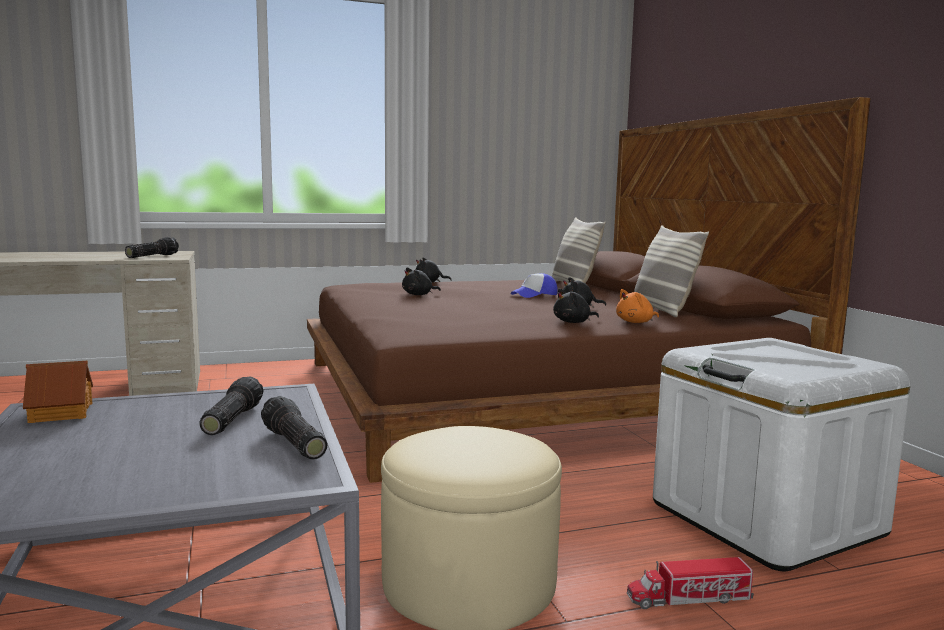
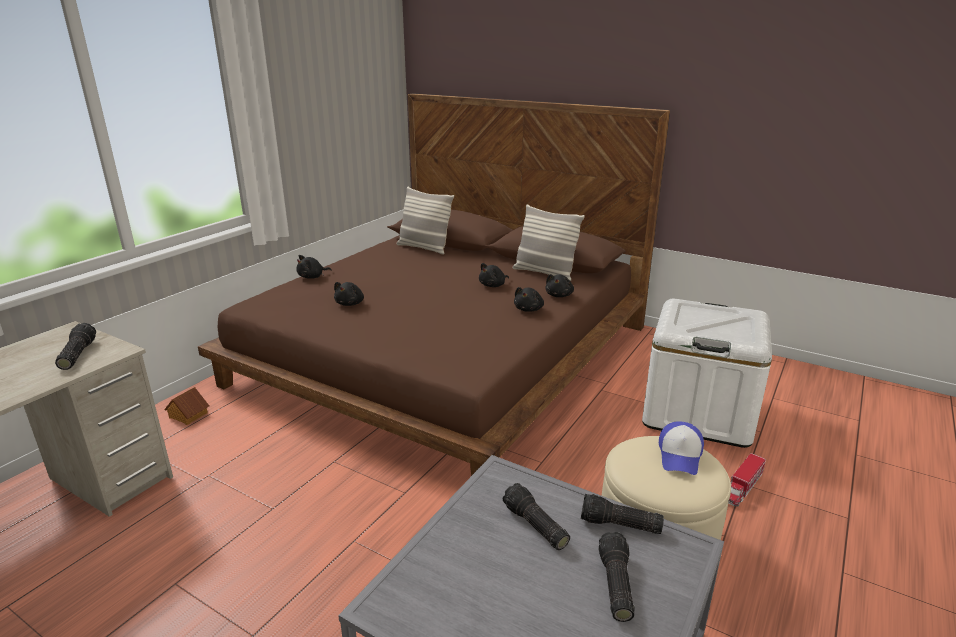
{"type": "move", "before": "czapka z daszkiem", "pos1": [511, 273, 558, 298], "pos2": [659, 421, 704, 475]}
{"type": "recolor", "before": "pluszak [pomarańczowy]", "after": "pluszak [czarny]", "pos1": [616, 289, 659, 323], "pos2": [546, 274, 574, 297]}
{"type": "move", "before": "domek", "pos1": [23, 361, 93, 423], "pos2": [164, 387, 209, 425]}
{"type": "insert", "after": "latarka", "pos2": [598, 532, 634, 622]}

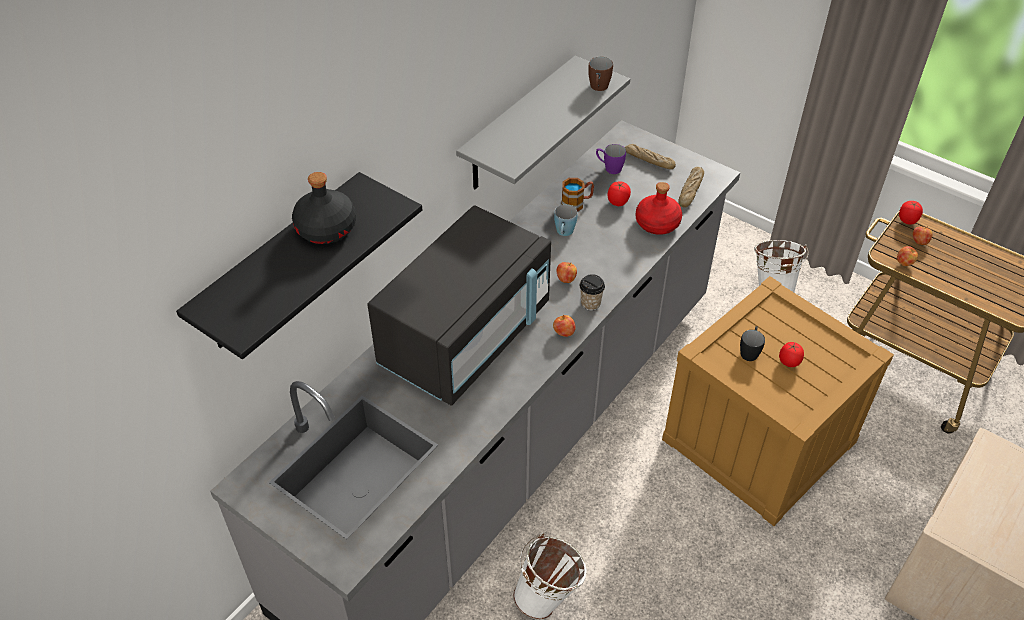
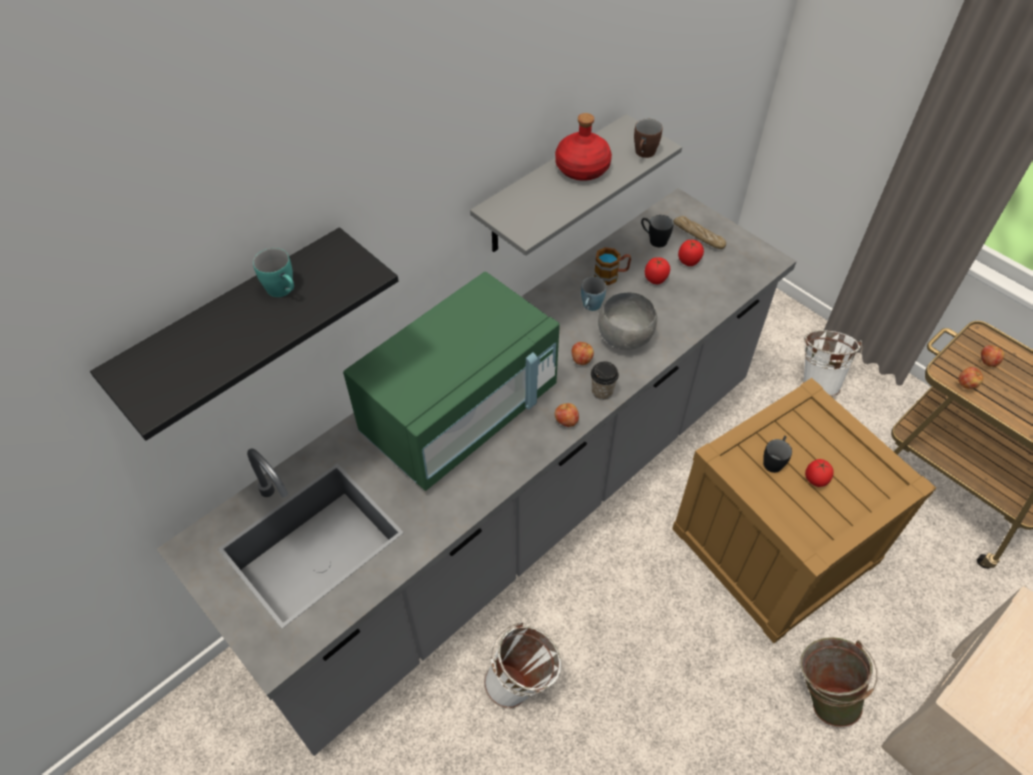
{"type": "recolor", "before": "kubek [fioletowy]", "after": "kubek [czarny]", "pos1": [596, 144, 626, 174], "pos2": [641, 215, 673, 247]}
{"type": "delete", "before": "chleb", "pos1": [679, 167, 704, 208]}
{"type": "replace", "before": "butelka [czarny]", "after": "kubek [turkusowy]", "pos1": [292, 172, 356, 244], "pos2": [253, 248, 294, 297]}
{"type": "move", "before": "butelka [czerwony]", "pos1": [636, 182, 682, 235], "pos2": [555, 113, 612, 181]}
{"type": "move", "before": "pomidor", "pos1": [899, 201, 923, 225], "pos2": [678, 240, 704, 266]}
{"type": "recolor", "before": "mikrofalówka [czarny]", "after": "mikrofalówka [zielony]", "pos1": [367, 205, 551, 406], "pos2": [343, 272, 560, 491]}
{"type": "insert", "after": "miska [szary]", "pos2": [598, 292, 657, 350]}
{"type": "insert", "after": "wiadro [zielony]", "pos2": [800, 637, 877, 728]}

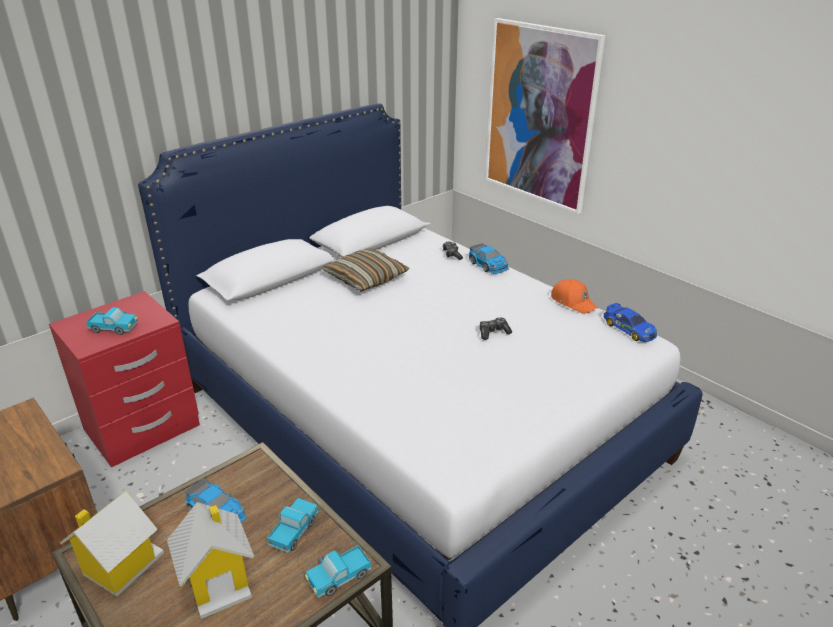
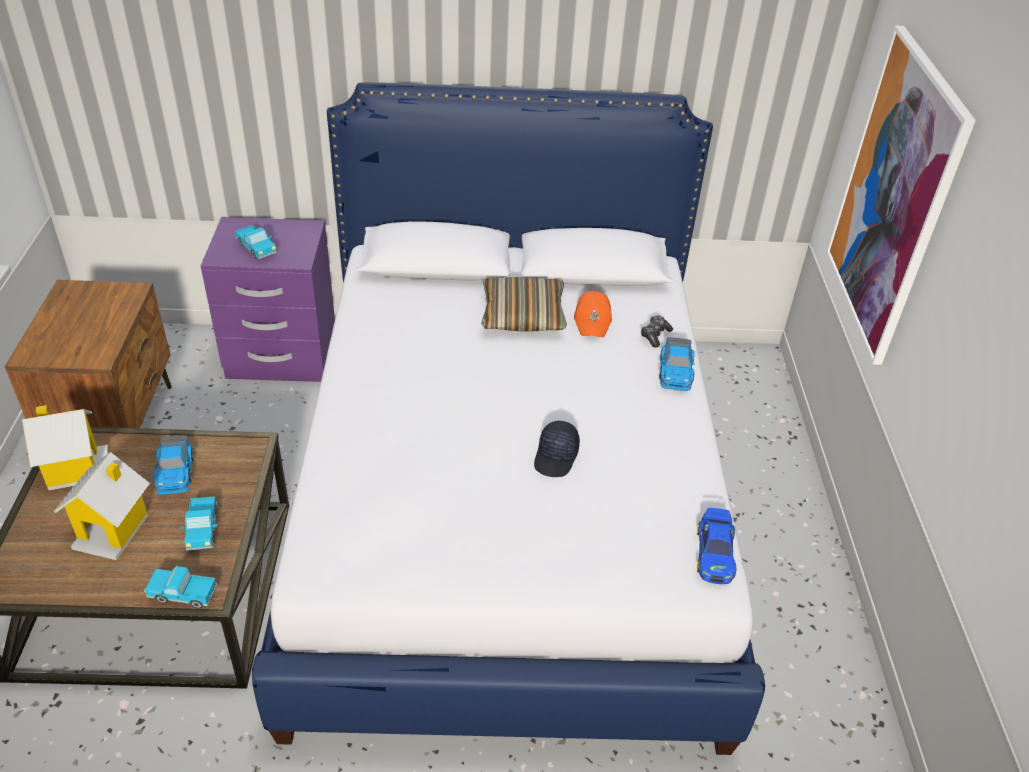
{"type": "move", "before": "czapka z daszkiem [pomarańczowy]", "pos1": [551, 279, 597, 314], "pos2": [574, 291, 612, 337]}
{"type": "recolor", "before": "szafka nocna [czerwony]", "after": "szafka nocna [fioletowy]", "pos1": [49, 291, 200, 467], "pos2": [201, 217, 335, 382]}
{"type": "replace", "before": "pad do gier", "after": "czapka z daszkiem [czarny]", "pos1": [480, 318, 512, 340], "pos2": [534, 420, 580, 477]}
{"type": "rotate", "before": "ciężarówka zabawkowa", "pos1": [267, 498, 319, 553], "pos2": [180, 496, 218, 550], "turn": 105}

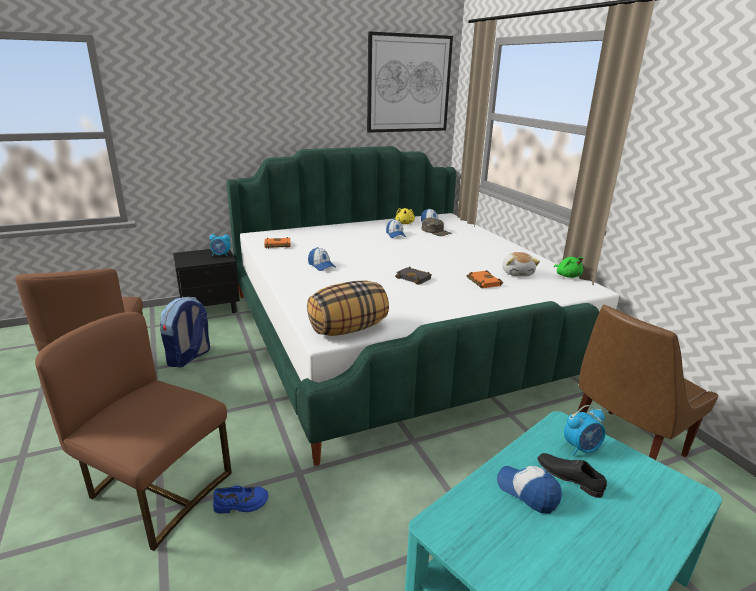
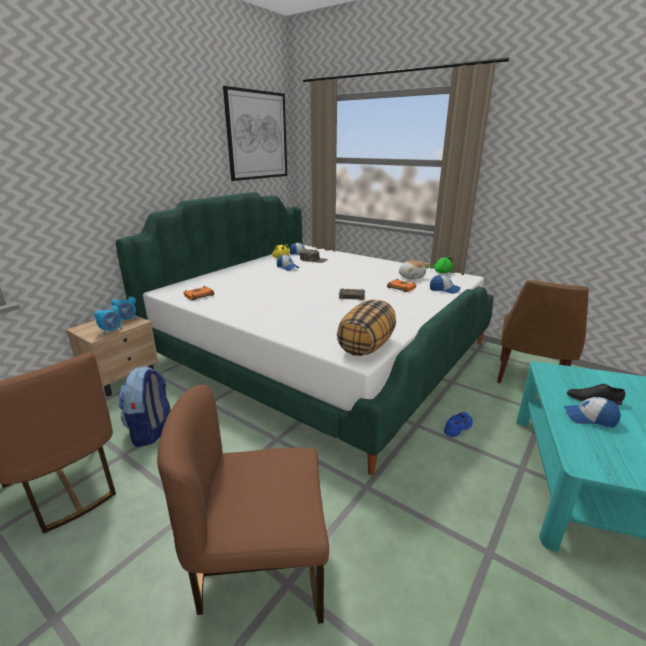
{"type": "move", "before": "czapka z daszkiem", "pos1": [308, 247, 336, 271], "pos2": [430, 275, 461, 294]}
{"type": "recolor", "before": "szafka nocna [czarny]", "after": "szafka nocna [beżowy]", "pos1": [173, 249, 240, 313], "pos2": [66, 315, 159, 396]}
{"type": "move", "before": "budzik", "pos1": [564, 405, 605, 456], "pos2": [94, 304, 122, 335]}
{"type": "move", "before": "but [niebieski]", "pos1": [213, 486, 268, 514], "pos2": [444, 412, 473, 437]}

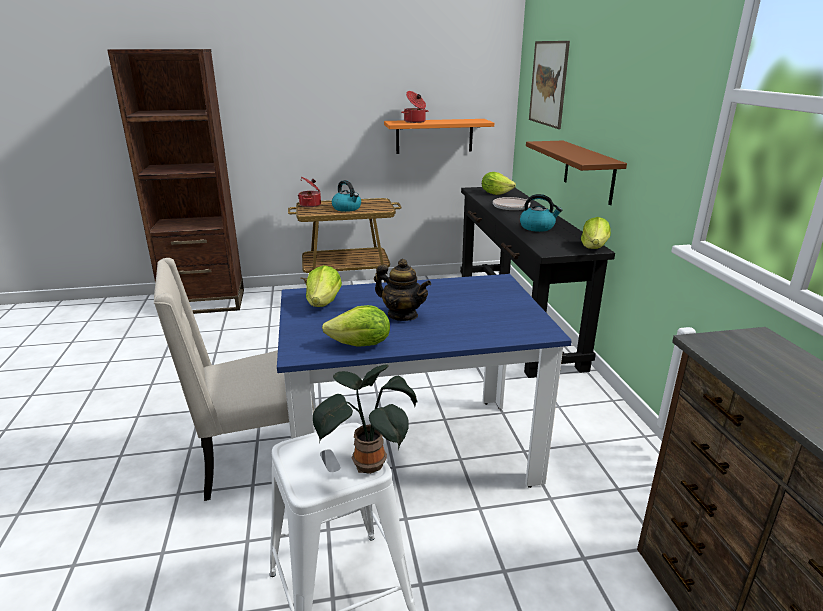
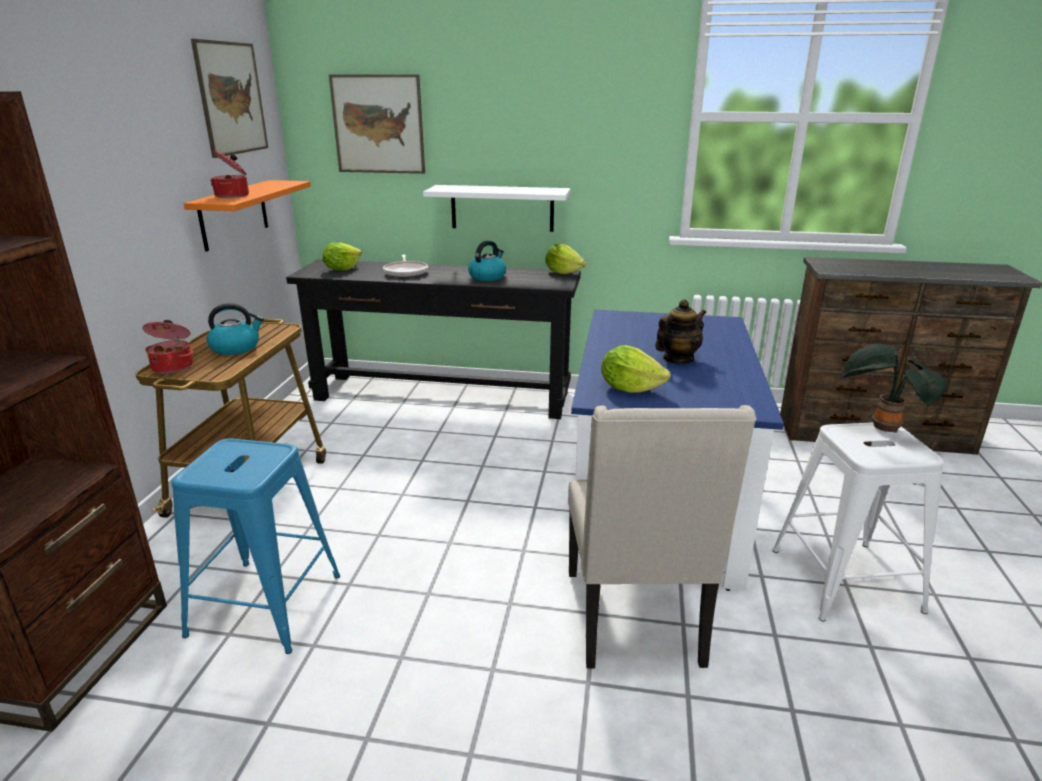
{"type": "recolor", "before": "półka [brązowy]", "after": "półka [biały]", "pos1": [526, 141, 627, 205], "pos2": [423, 185, 571, 232]}
{"type": "delete", "before": "sałata", "pos1": [322, 305, 390, 347]}
{"type": "insert", "after": "obraz", "pos2": [191, 39, 268, 158]}
{"type": "insert", "after": "stołek [niebieski]", "pos2": [171, 439, 340, 654]}

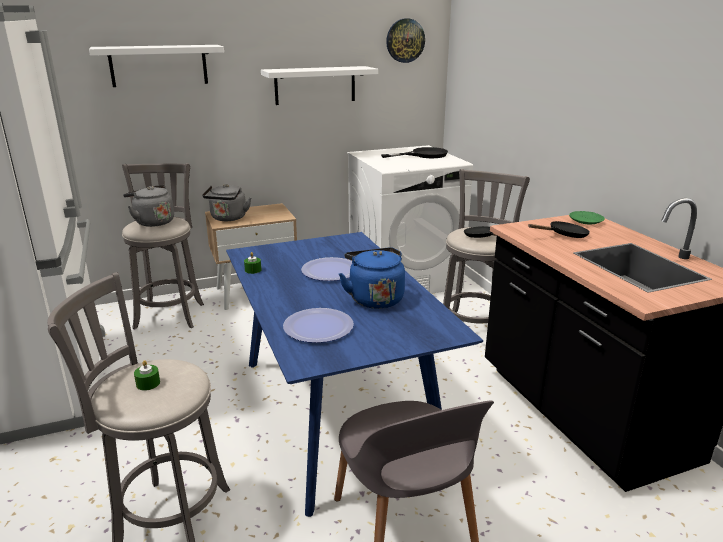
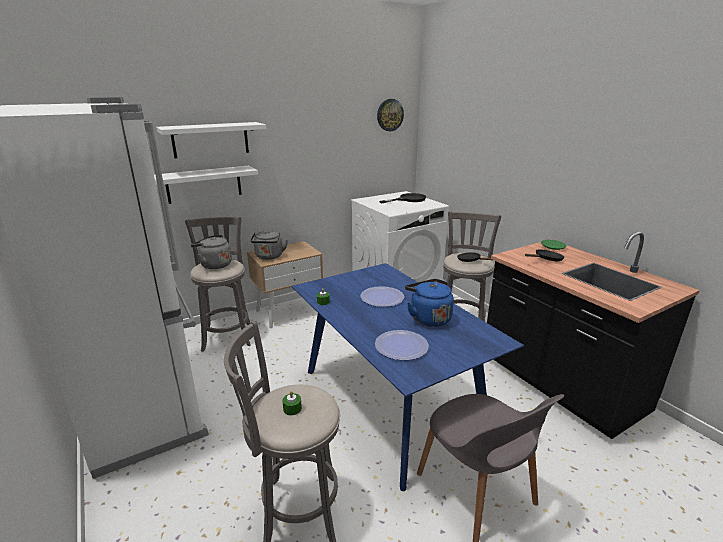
{"type": "move", "before": "półka [biały]", "pos1": [261, 66, 378, 105], "pos2": [154, 166, 258, 204]}

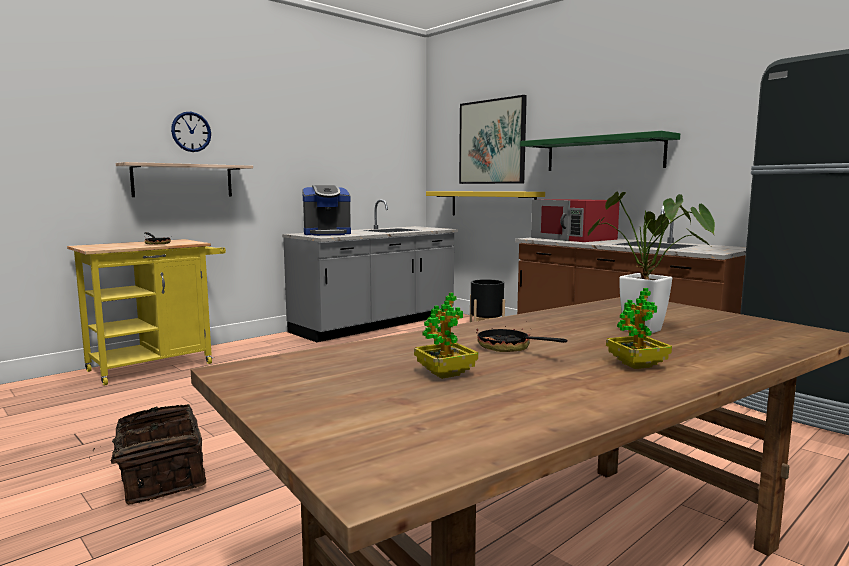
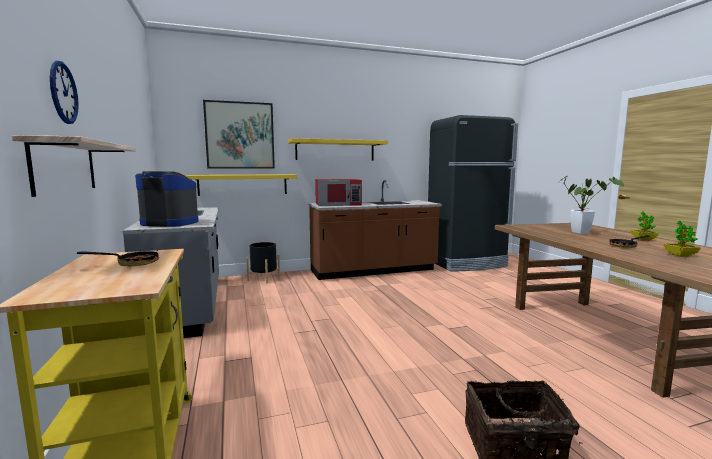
{"type": "recolor", "before": "półka [zielony]", "after": "półka [żółty]", "pos1": [520, 131, 680, 171], "pos2": [288, 138, 388, 160]}
{"type": "rotate", "before": "ekspres do kawy", "pos1": [302, 185, 351, 236], "pos2": [135, 171, 199, 227], "turn": -90}

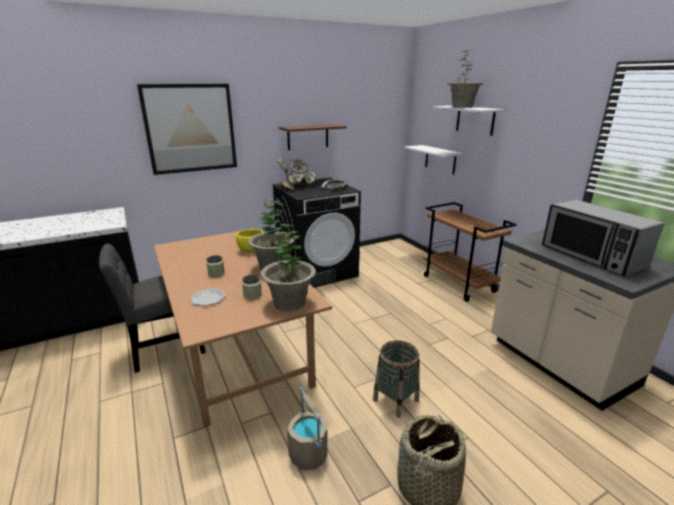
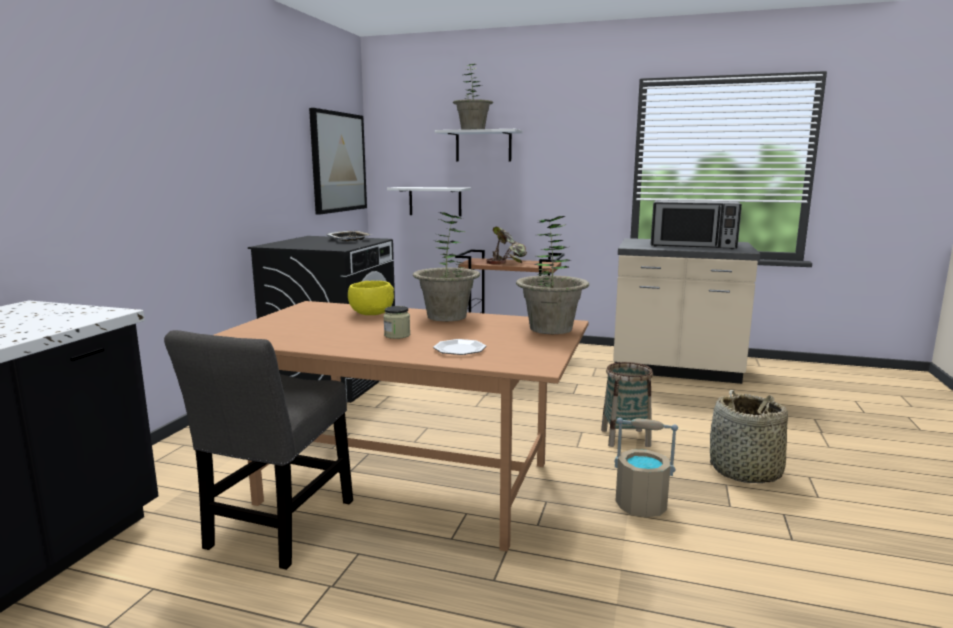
{"type": "move", "before": "obraz", "pos1": [137, 84, 237, 175], "pos2": [309, 108, 367, 214]}
{"type": "delete", "before": "półka [brązowy]", "pos1": [279, 124, 347, 150]}
{"type": "move", "before": "roślina doniczkowa", "pos1": [277, 158, 316, 190], "pos2": [486, 227, 527, 265]}
{"type": "delete", "before": "słoik", "pos1": [242, 275, 262, 299]}

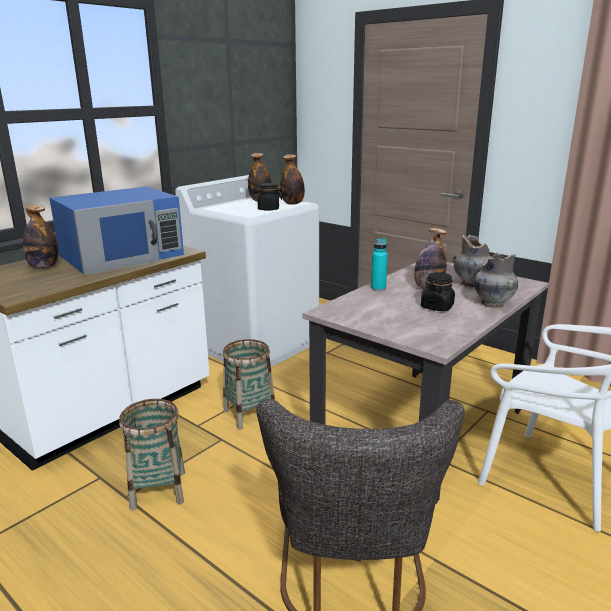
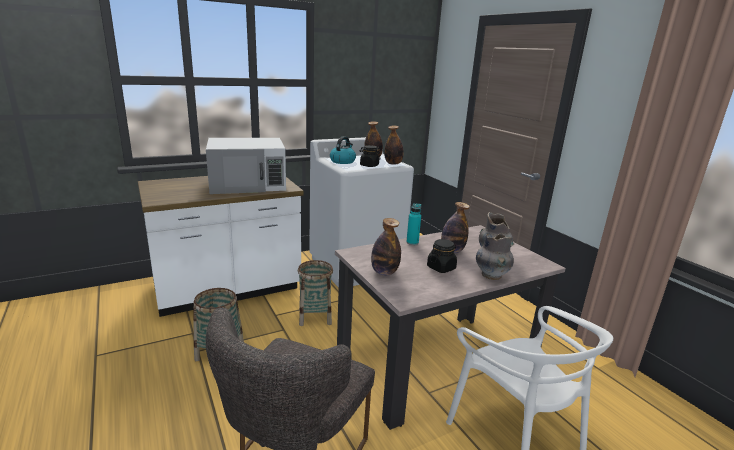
{"type": "recolor", "before": "mikrofalówka [niebieski]", "after": "mikrofalówka [biały]", "pos1": [49, 187, 184, 275], "pos2": [206, 138, 286, 194]}
{"type": "move", "before": "butelka", "pos1": [23, 205, 58, 269], "pos2": [371, 218, 401, 276]}
{"type": "insert", "after": "czajnik", "pos2": [330, 136, 356, 164]}

